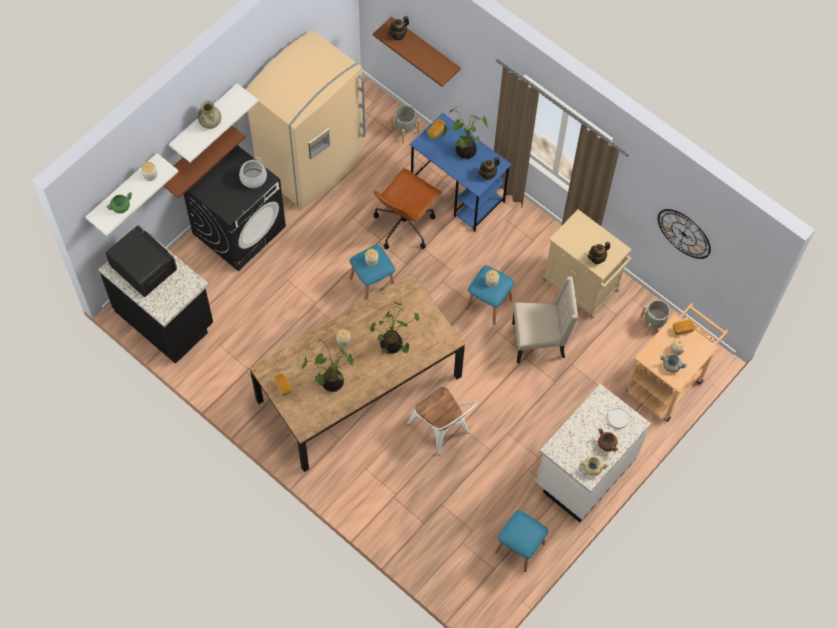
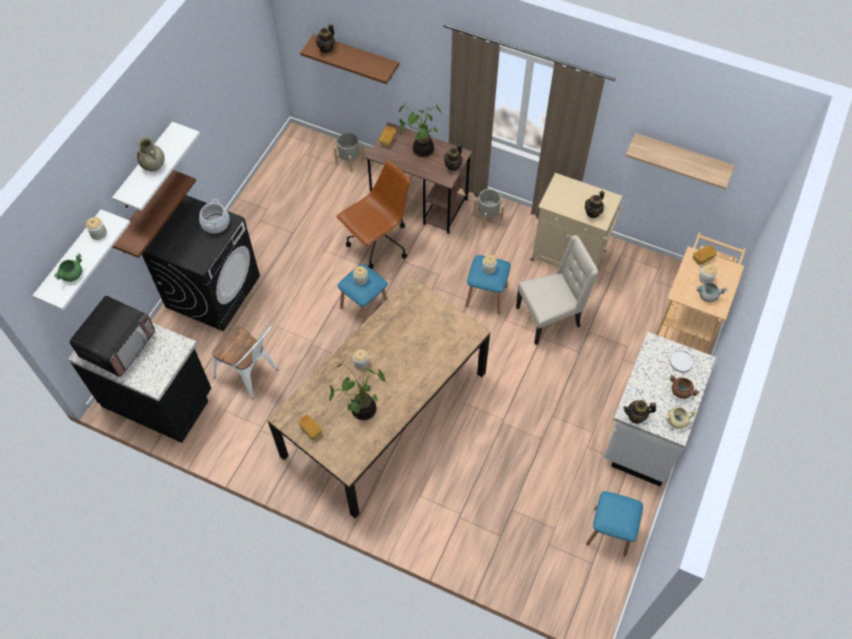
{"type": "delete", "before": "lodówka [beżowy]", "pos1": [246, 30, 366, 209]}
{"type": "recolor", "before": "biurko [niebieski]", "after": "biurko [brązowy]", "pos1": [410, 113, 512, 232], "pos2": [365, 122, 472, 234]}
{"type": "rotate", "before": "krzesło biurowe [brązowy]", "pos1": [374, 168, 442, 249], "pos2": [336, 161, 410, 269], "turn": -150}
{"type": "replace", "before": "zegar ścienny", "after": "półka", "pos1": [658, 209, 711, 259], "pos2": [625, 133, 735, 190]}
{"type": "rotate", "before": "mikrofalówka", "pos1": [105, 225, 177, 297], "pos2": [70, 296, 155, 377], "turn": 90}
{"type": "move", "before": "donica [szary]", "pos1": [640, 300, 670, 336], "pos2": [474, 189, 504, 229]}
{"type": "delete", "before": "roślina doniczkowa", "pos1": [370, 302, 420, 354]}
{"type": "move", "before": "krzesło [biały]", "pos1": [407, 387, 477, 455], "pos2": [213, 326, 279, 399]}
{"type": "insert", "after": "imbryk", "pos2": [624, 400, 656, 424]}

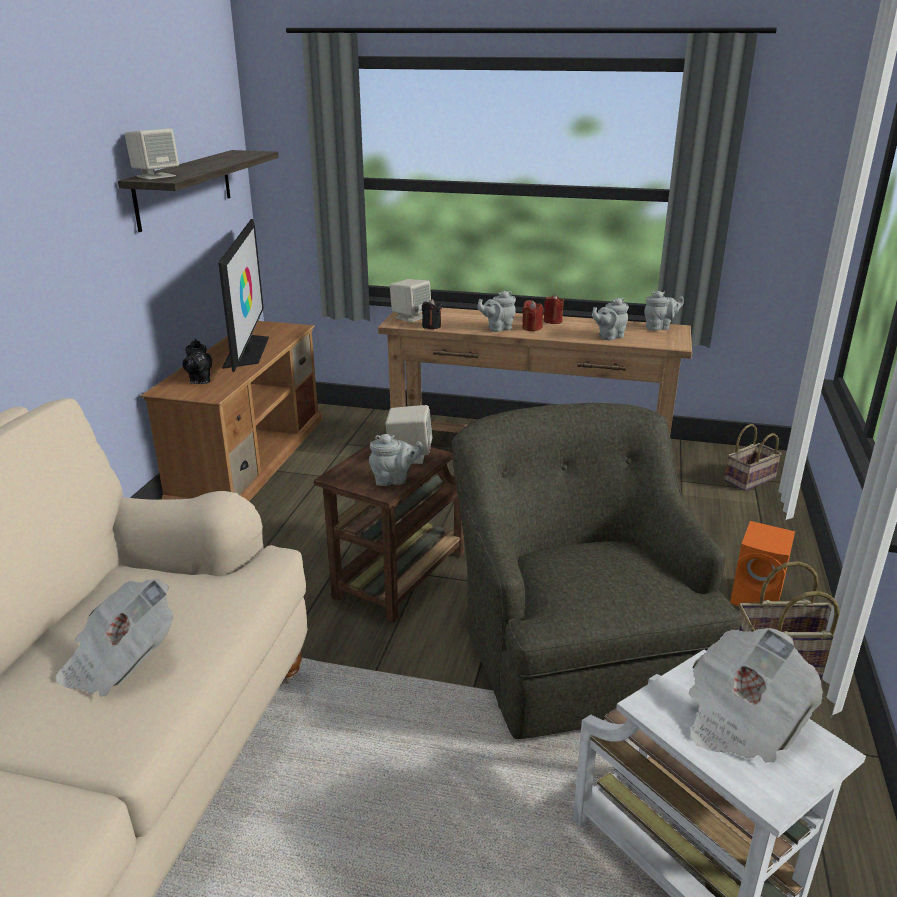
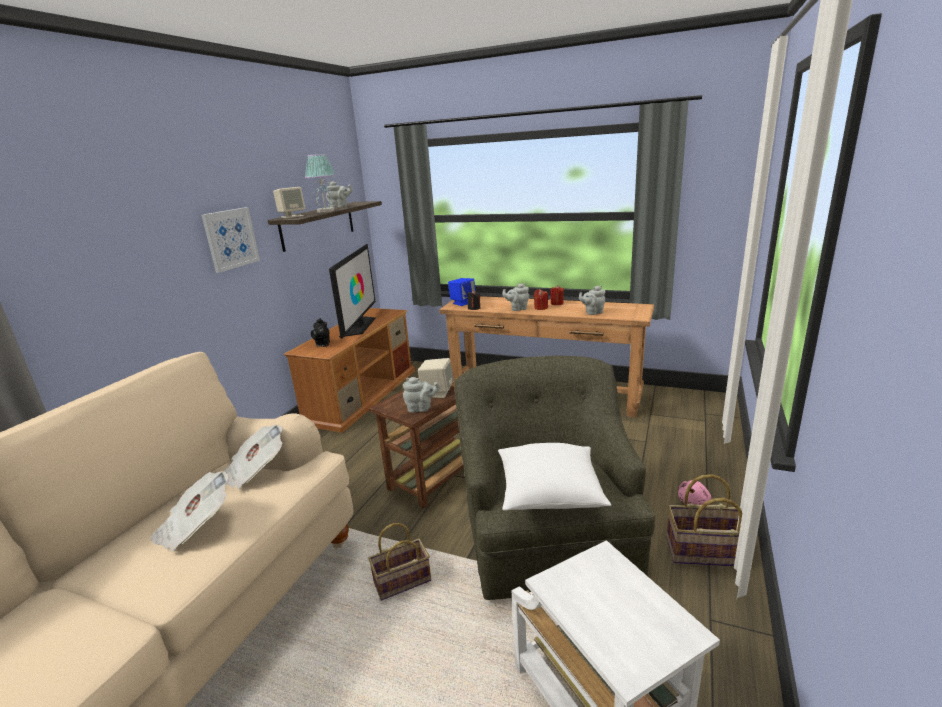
{"type": "recolor", "before": "głośnik [beżowy]", "after": "głośnik [niebieski]", "pos1": [390, 279, 431, 323], "pos2": [448, 278, 476, 306]}
{"type": "move", "before": "imbryk [szary]", "pos1": [644, 291, 684, 331], "pos2": [326, 181, 353, 208]}
{"type": "move", "before": "koszyk", "pos1": [724, 424, 782, 491], "pos2": [368, 523, 431, 601]}
{"type": "replace", "before": "głośnik [pomarańczowy]", "after": "pluszak [różowy]", "pos1": [730, 521, 795, 606], "pos2": [678, 480, 711, 505]}
{"type": "move", "before": "gazeta", "pos1": [688, 628, 823, 763], "pos2": [225, 425, 283, 489]}
{"type": "insert", "after": "lampa stołowa", "pos2": [305, 154, 335, 212]}
{"type": "insert", "after": "obraz", "pos2": [201, 207, 260, 273]}
{"type": "insert", "after": "poduszka [biały]", "pos2": [498, 443, 611, 510]}

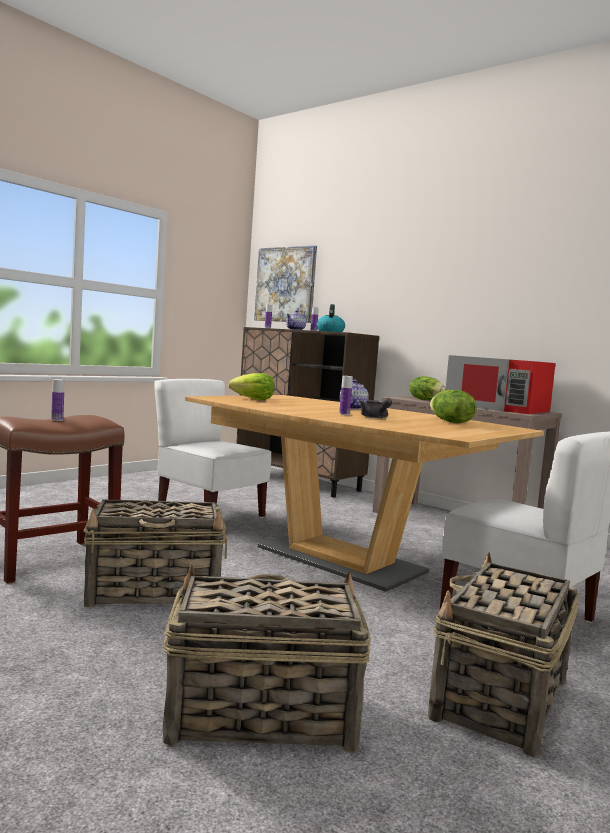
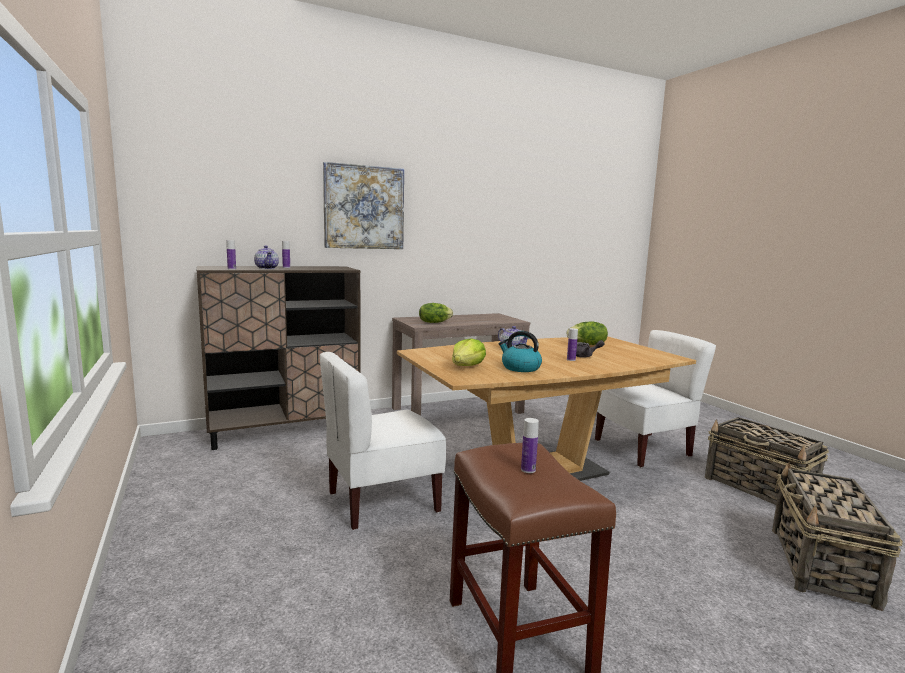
{"type": "move", "before": "obraz", "pos1": [254, 245, 317, 323], "pos2": [323, 162, 404, 249]}
{"type": "move", "before": "czajnik", "pos1": [317, 304, 345, 332], "pos2": [499, 331, 542, 372]}
{"type": "delete", "before": "mikrofalówka [czerwony]", "pos1": [445, 355, 555, 414]}
{"type": "delete", "before": "koszyk", "pos1": [83, 500, 227, 607]}

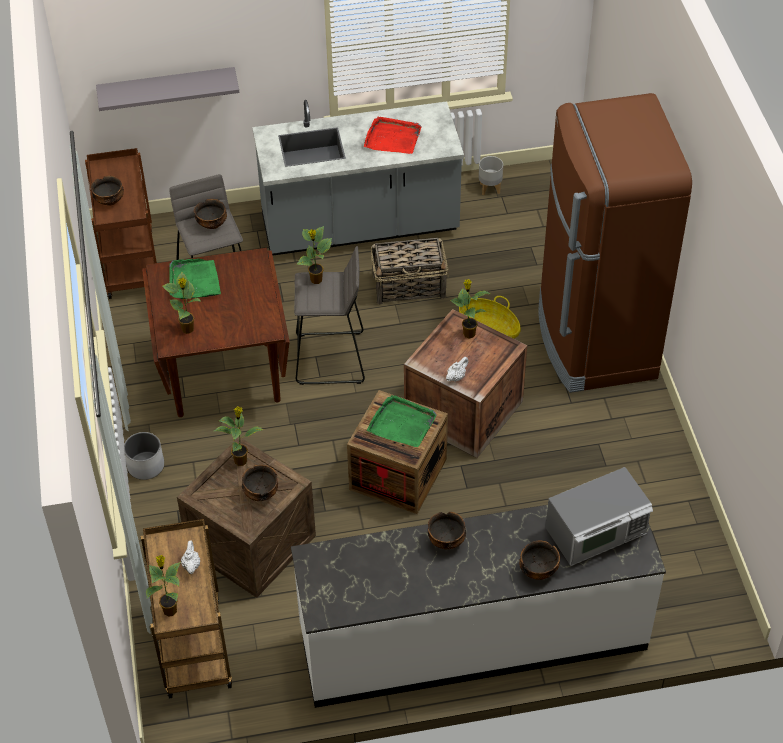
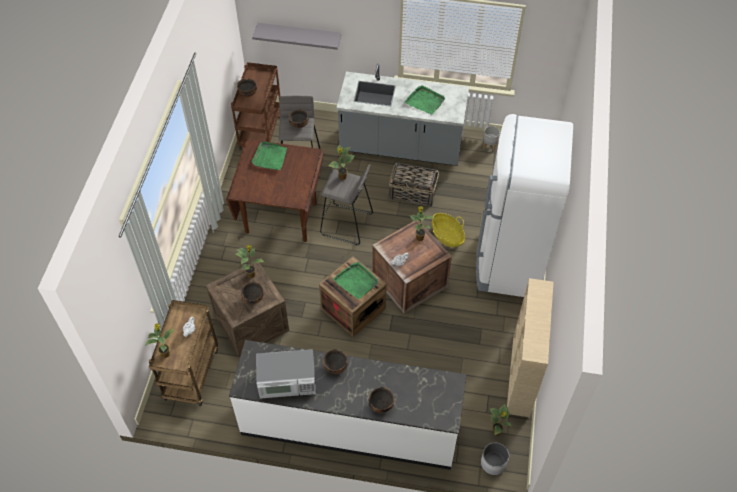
{"type": "recolor", "before": "lodówka [brązowy]", "after": "lodówka [biały]", "pos1": [538, 93, 692, 393], "pos2": [476, 114, 573, 297]}
{"type": "recolor", "before": "taca [czerwony]", "after": "taca [zielony]", "pos1": [364, 116, 422, 154], "pos2": [405, 85, 445, 114]}
{"type": "move", "before": "roślina doniczkowa", "pos1": [163, 272, 202, 334], "pos2": [490, 404, 512, 436]}
{"type": "move", "before": "donica [biały]", "pos1": [124, 432, 164, 480], "pos2": [481, 442, 509, 475]}
{"type": "move", "before": "mikrofalówka", "pos1": [545, 467, 653, 566], "pos2": [256, 349, 316, 399]}
{"type": "insert", "after": "regał [beżowy]", "pos2": [507, 278, 554, 417]}

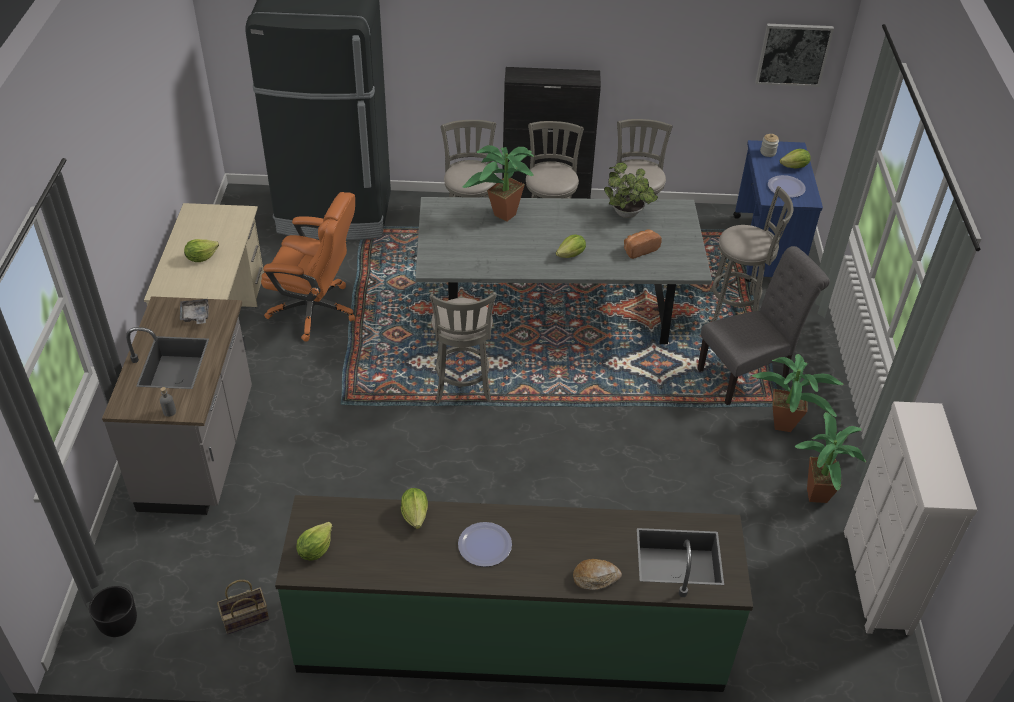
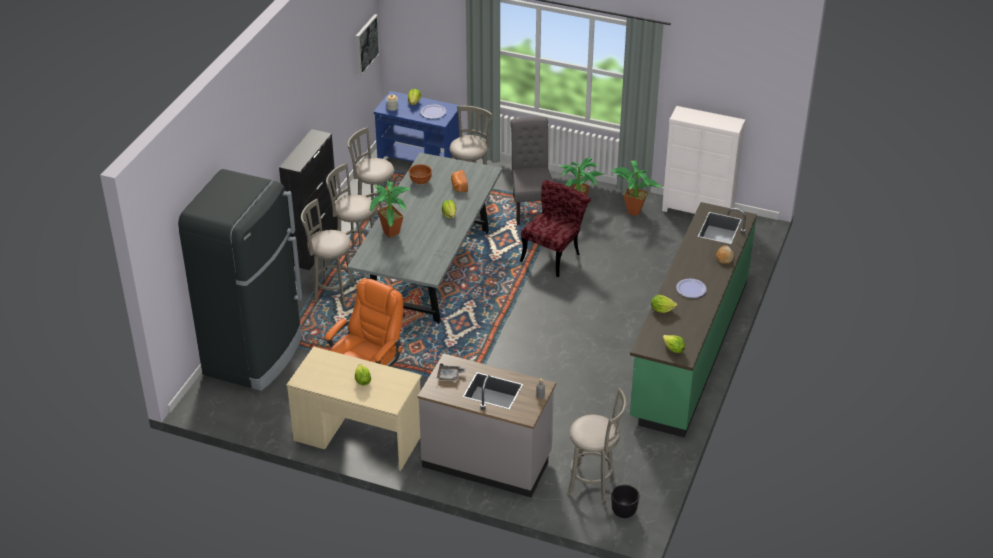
{"type": "replace", "before": "roślina doniczkowa", "after": "miska [brązowy]", "pos1": [604, 162, 658, 218], "pos2": [409, 164, 432, 184]}
{"type": "move", "before": "stołek [szary]", "pos1": [430, 292, 496, 404], "pos2": [567, 388, 626, 502]}
{"type": "delete", "before": "koszyk", "pos1": [217, 580, 269, 634]}
{"type": "insert", "after": "krzesło [czerwony]", "pos2": [520, 180, 591, 277]}

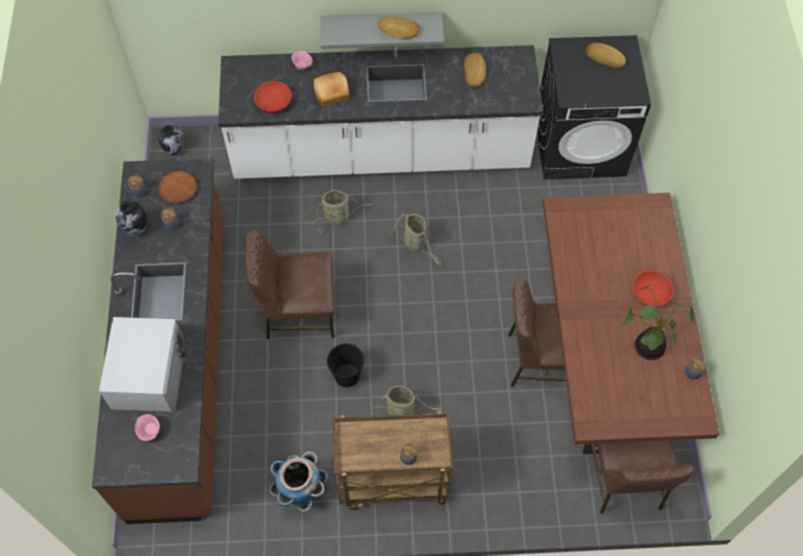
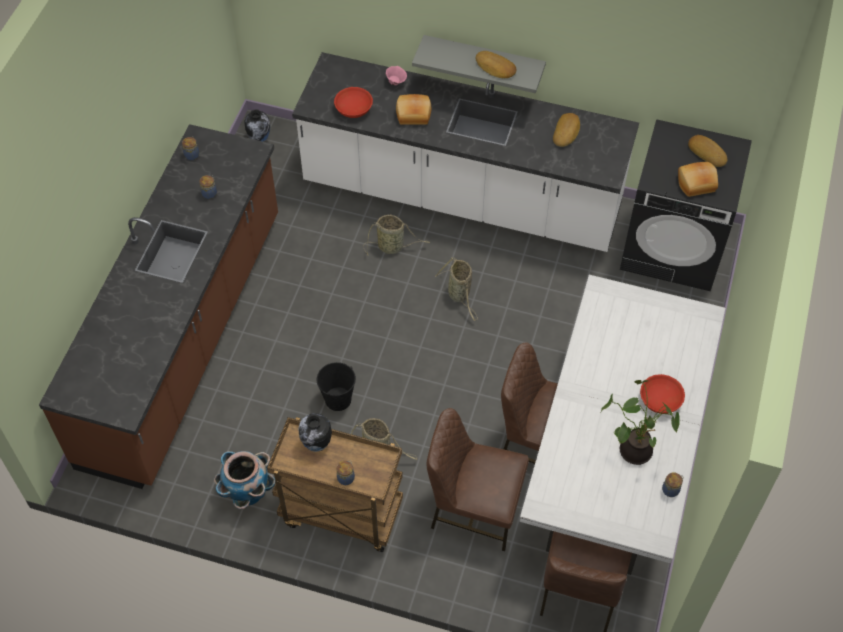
{"type": "delete", "before": "talerz [brązowy]", "pos1": [158, 171, 197, 203]}
{"type": "recolor", "before": "stół jadalny [brązowy]", "after": "stół jadalny [biały]", "pos1": [542, 193, 719, 454], "pos2": [519, 275, 725, 575]}
{"type": "move", "before": "wazon", "pos1": [115, 201, 147, 236], "pos2": [298, 413, 332, 452]}
{"type": "move", "before": "krzesło [brązowy]", "pos1": [245, 230, 334, 339], "pos2": [427, 408, 529, 551]}
{"type": "delete", "before": "mikrofalówka [biały]", "pos1": [99, 317, 187, 412]}
{"type": "delete", "before": "miska [różowy]", "pos1": [135, 414, 160, 441]}
{"type": "insert", "after": "chleb", "pos2": [678, 162, 718, 197]}

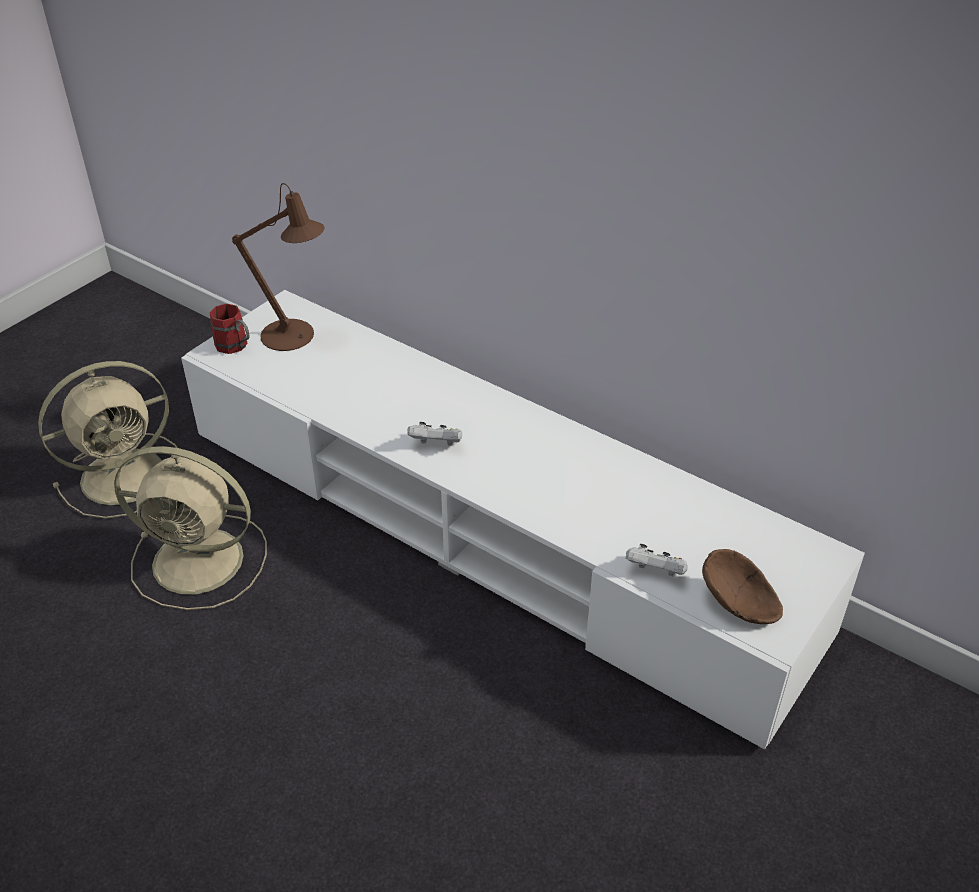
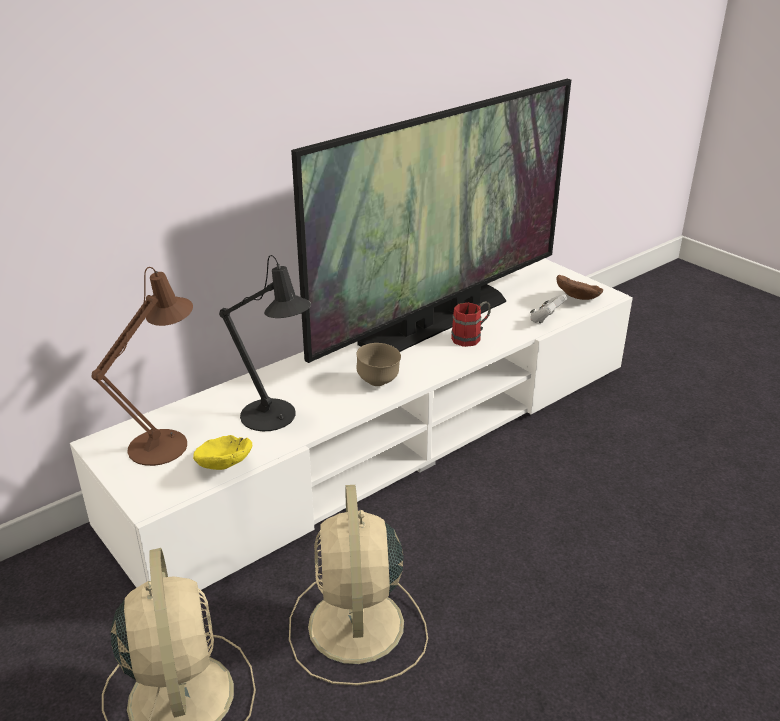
{"type": "move", "before": "kubek [czerwony]", "pos1": [210, 304, 249, 354], "pos2": [451, 301, 491, 347]}
{"type": "replace", "before": "pad do gier [biały]", "after": "miska [brązowy]", "pos1": [407, 422, 462, 446], "pos2": [356, 343, 401, 386]}
{"type": "rotate", "before": "wentylator [beżowy]", "pos1": [114, 446, 267, 610], "pos2": [289, 485, 428, 686], "turn": 150}
{"type": "insert", "after": "telewizor", "pos2": [291, 79, 571, 363]}
{"type": "insert", "after": "lampa stołowa [czarny]", "pos2": [219, 255, 311, 431]}
{"type": "insert", "after": "miska [żółty]", "pos2": [193, 435, 252, 470]}

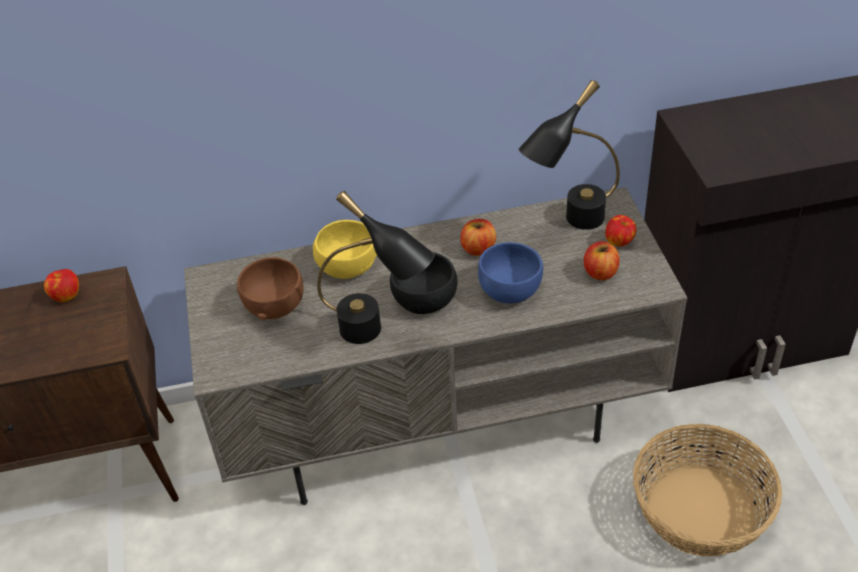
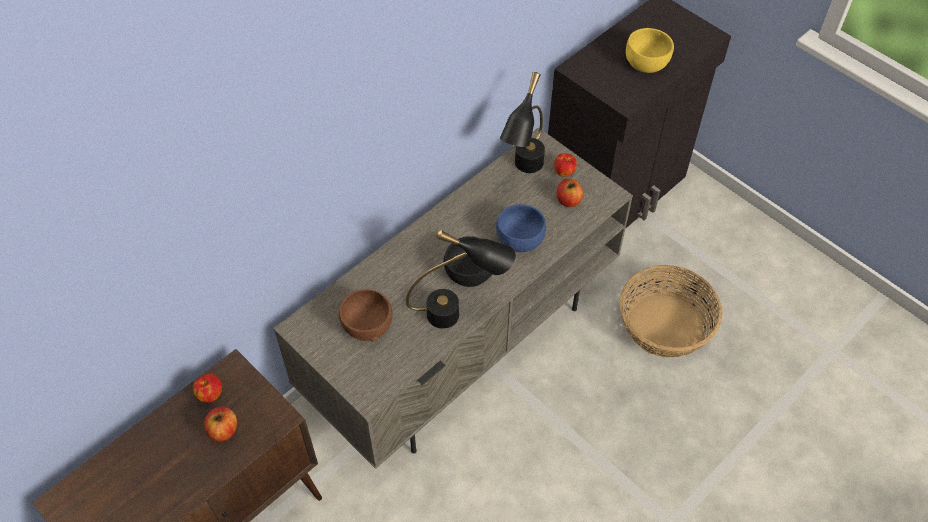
{"type": "move", "before": "jabłko", "pos1": [460, 219, 496, 256], "pos2": [204, 406, 237, 441]}
{"type": "move", "before": "miska [żółty]", "pos1": [313, 220, 377, 279], "pos2": [626, 28, 674, 73]}

